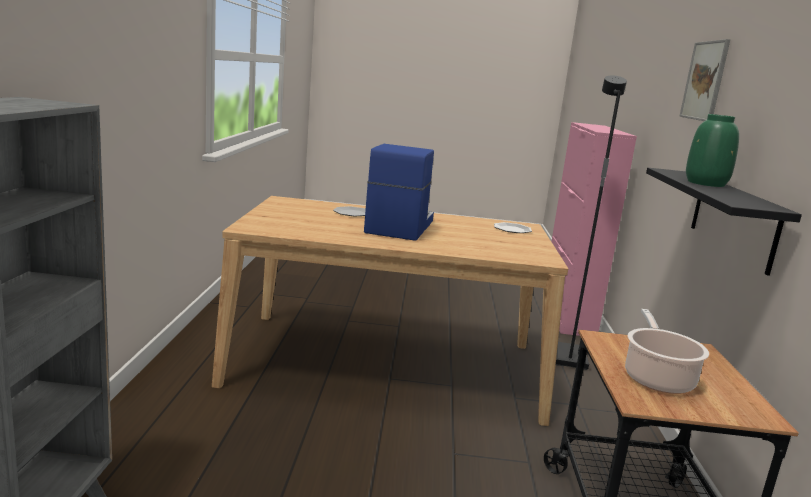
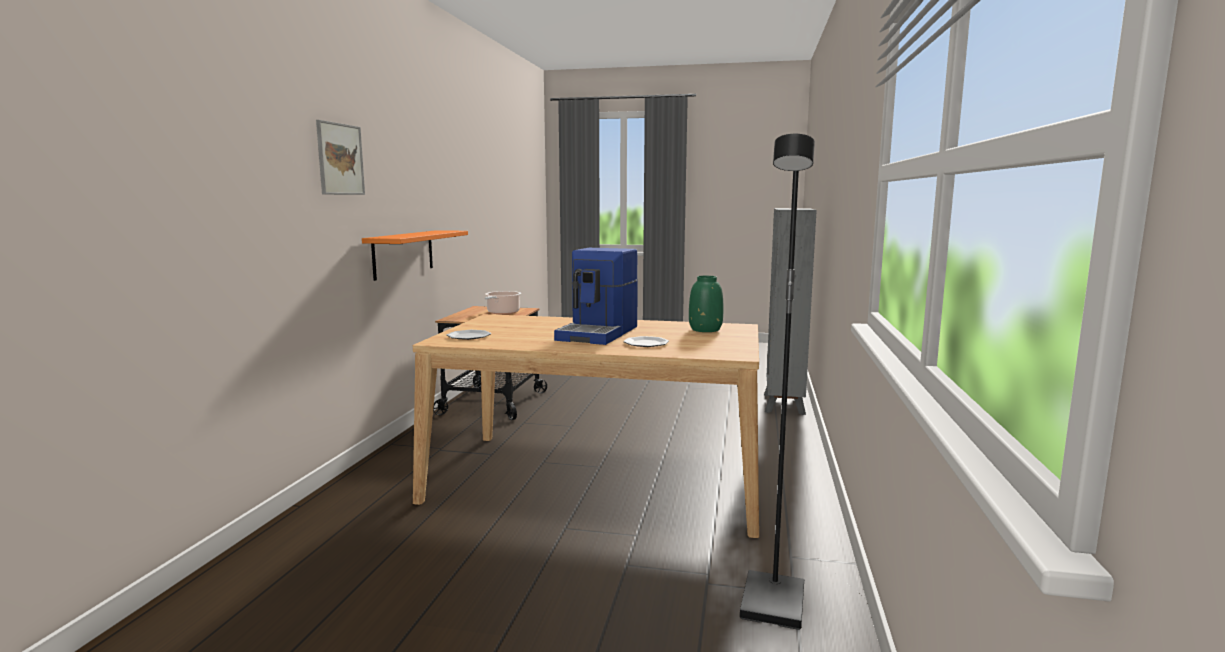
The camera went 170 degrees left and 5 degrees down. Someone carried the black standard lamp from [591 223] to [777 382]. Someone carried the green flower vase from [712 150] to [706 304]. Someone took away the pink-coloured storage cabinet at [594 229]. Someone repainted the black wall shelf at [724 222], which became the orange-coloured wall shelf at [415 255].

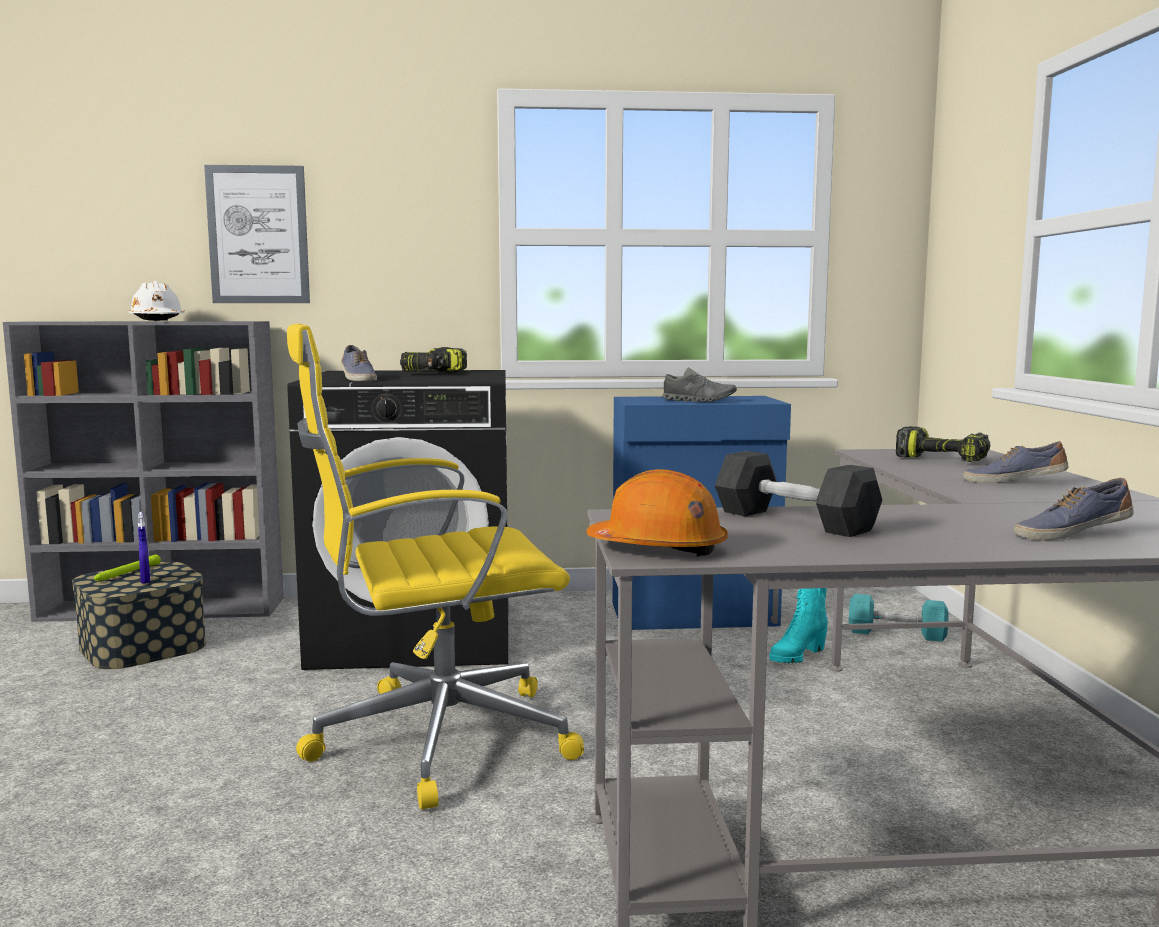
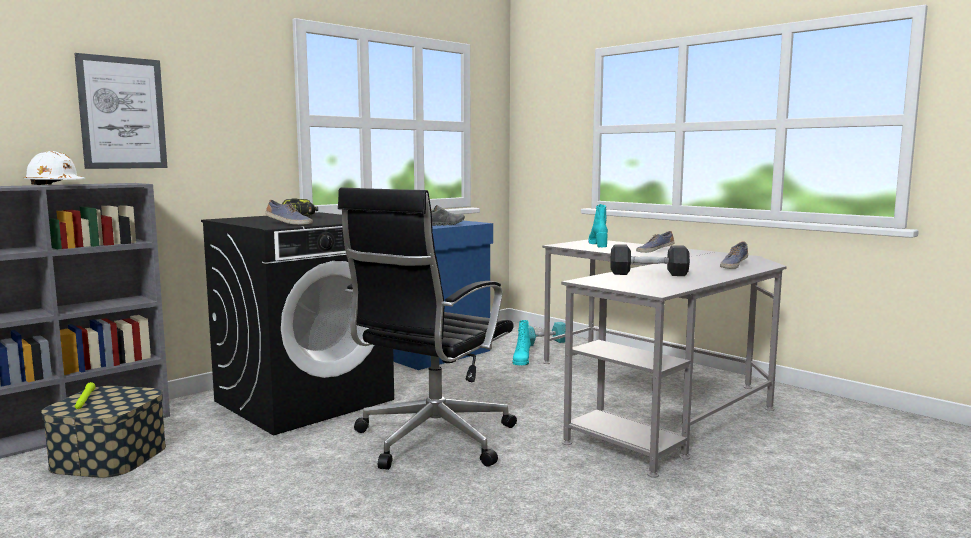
The camera went 40 degrees left and 0 degrees up. Someone repainted the yellow computer chair at [435 566], which became the black computer chair at [427 328]. Someone swapped the power drill at [943 444] for the turquoise-coloured high-top boot at [598 226]. Someone took away the orange-coloured work helmet at [657 513]. Someone took away the bluish sprayer at [144 548].

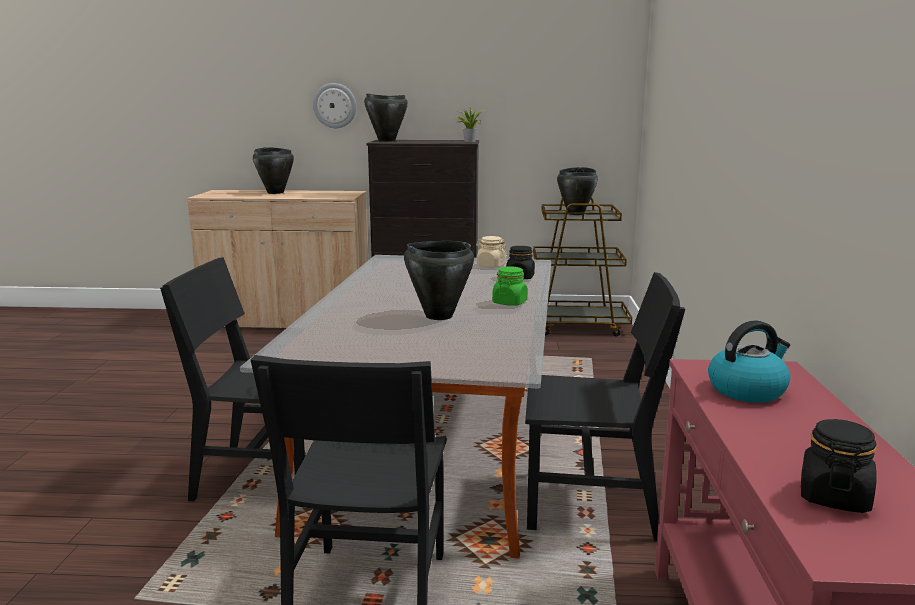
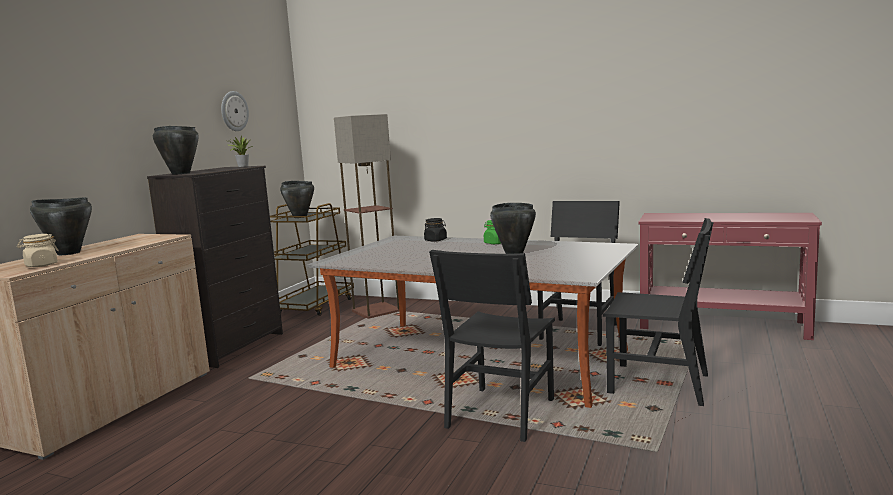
The camera went 70 degrees left and 5 degrees down. Someone carried the clock on the wall from [334 105] to [235 111]. Someone carried the beige preserve jar from [491 252] to [38 250]. Someone took away the tea kettle at [749 361]. Someone took away the black preserve jar at [839 466]. Someone put down the standard lamp at [366 216].

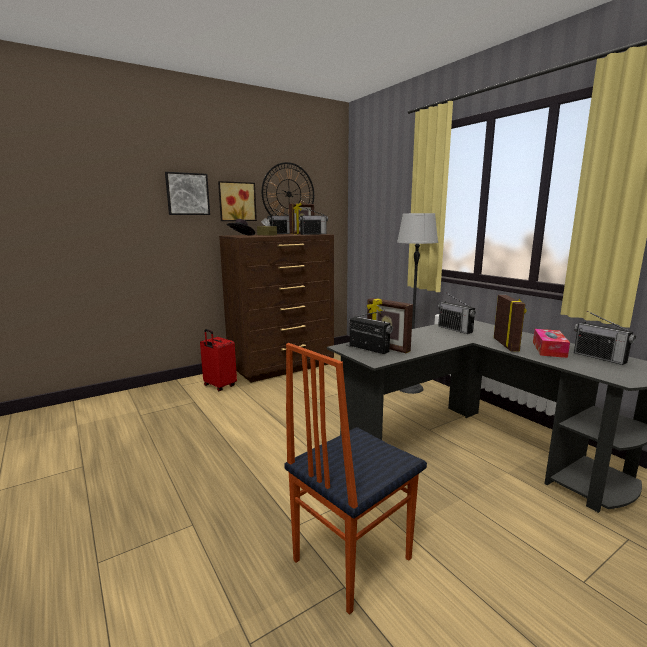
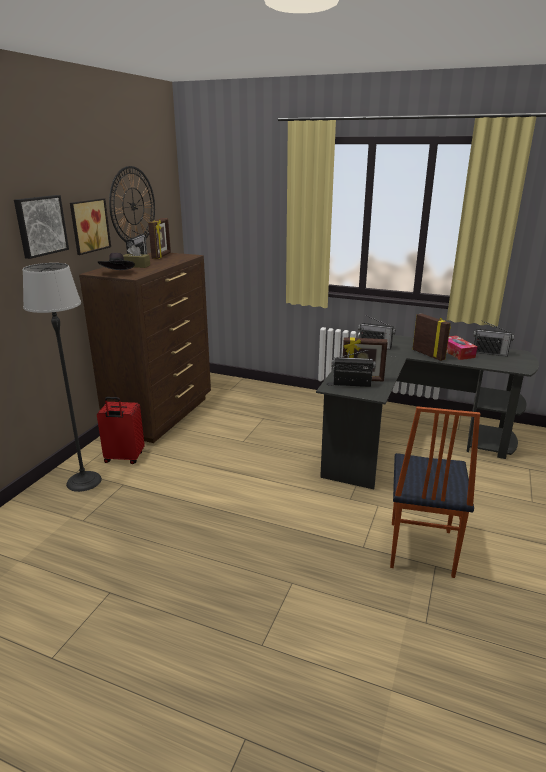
The camera went 35 degrees left and 10 degrees up. Someone took away the radio at [313 221]. Someone carried the standard lamp from [417 303] to [62 377].

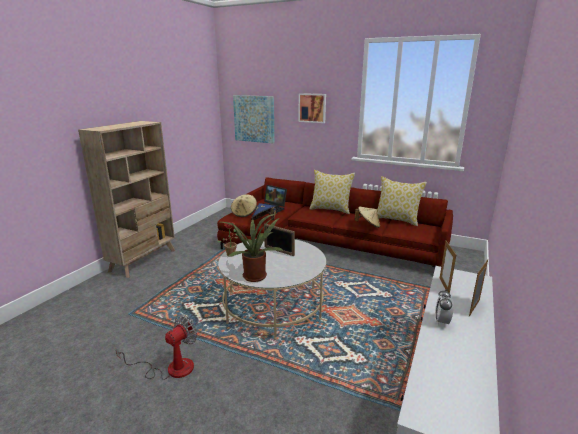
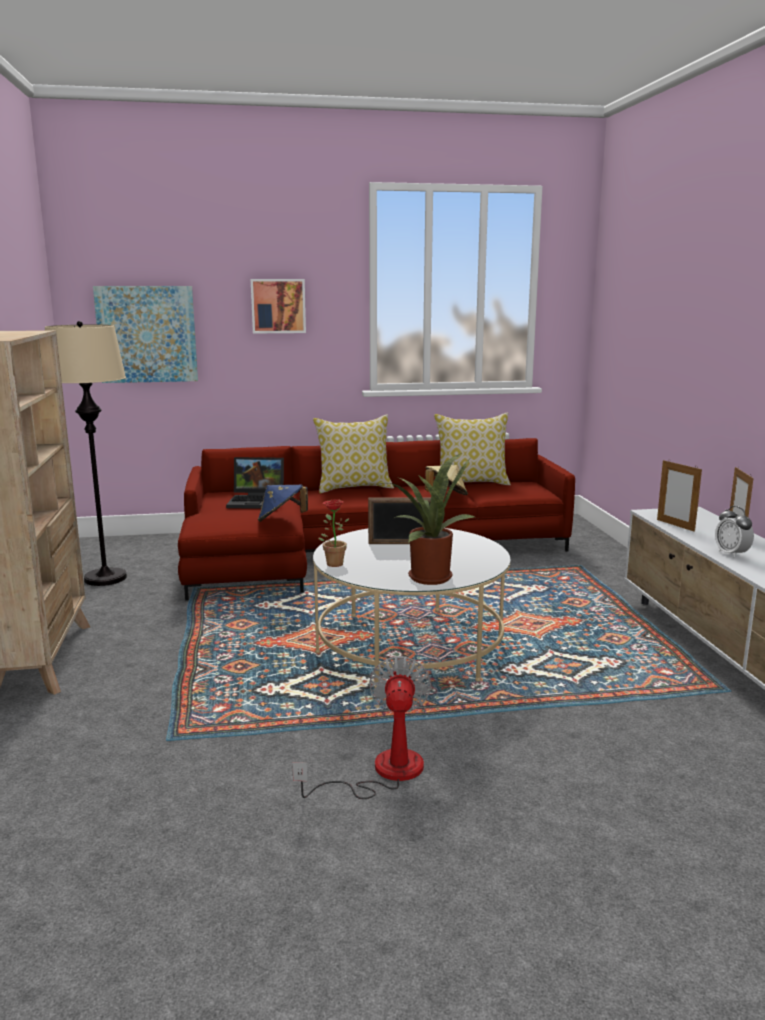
The camera went 35 degrees left and 5 degrees down. Someone took away the beige hat at [244 205]. Someone put down the beige standard lamp at [86 453].

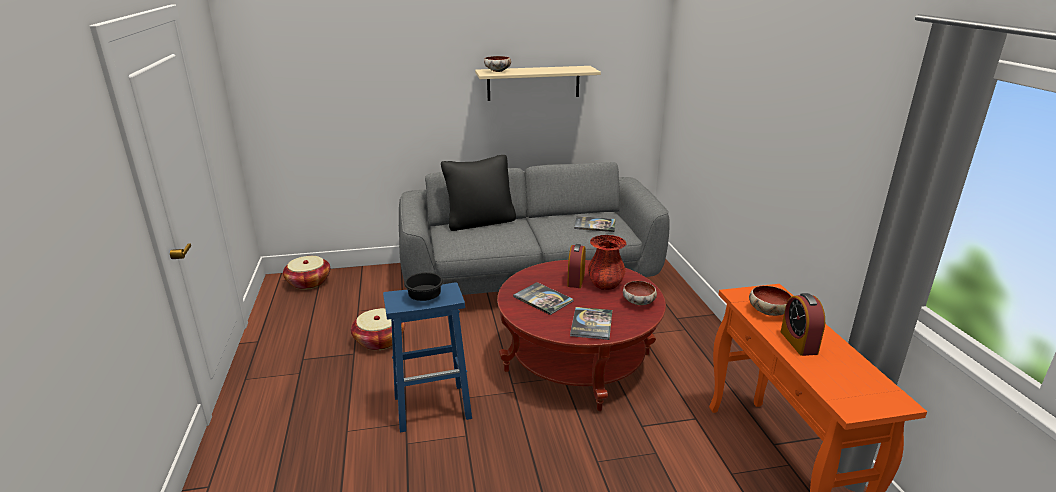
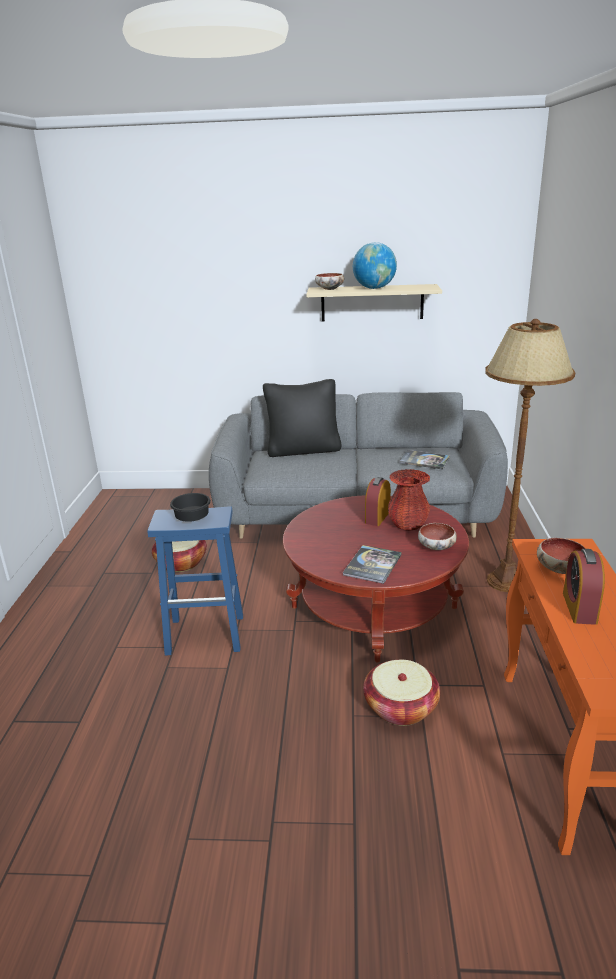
The camera went 15 degrees right and 0 degrees up. Someone carried the basket from [306 273] to [401 693]. Someone took away the bound book at [543 298]. Someone put down the globe at [375 265]. Someone put down the brownish standard lamp at [530 455].

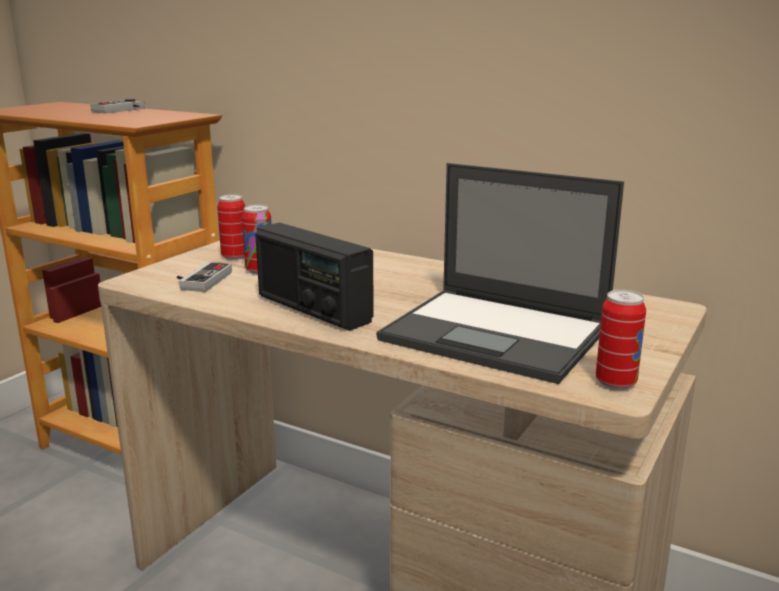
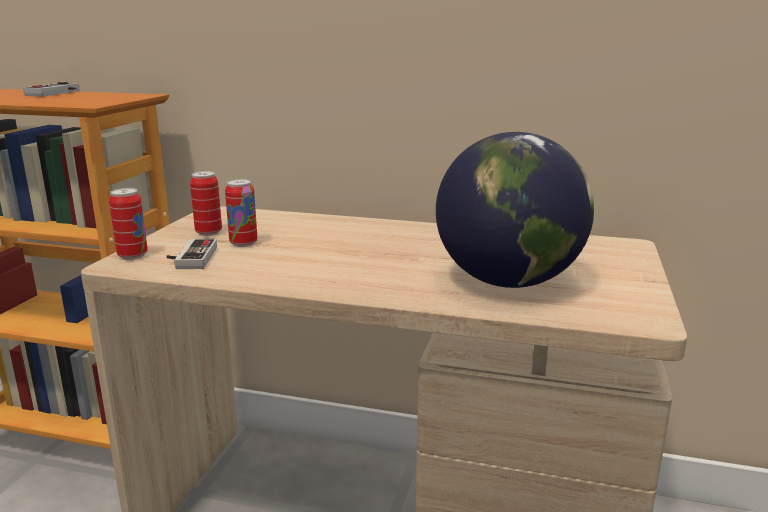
The camera went 15 degrees left and 0 degrees up. Someone swapped the notebook computer at [500 273] for the globe at [515 210]. Someone took away the radio at [314 277]. Someone carried the can from [621 340] to [128 224].

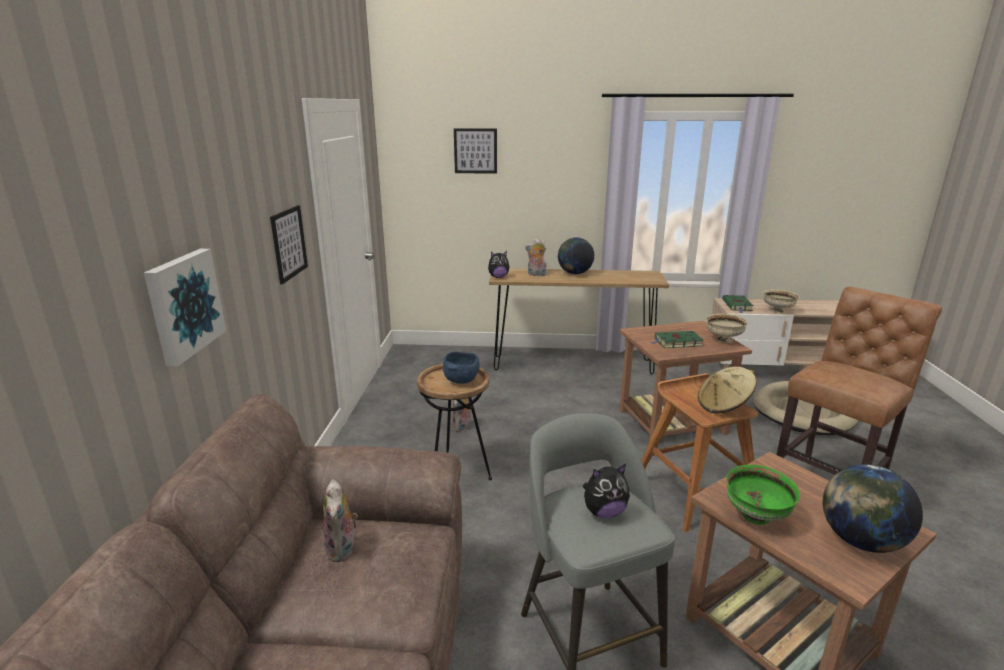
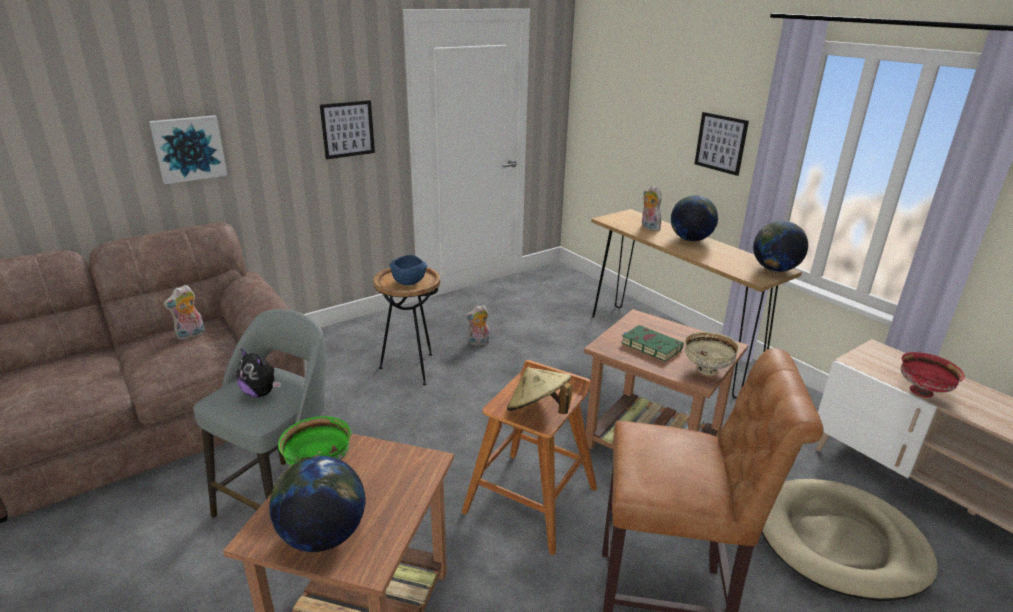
The camera went 50 degrees right and 5 degrees up. Someone carried the wall art from [475 151] to [721 144]. Someone took away the plush toy at [498 264]. Someone repainted the beige bowl at [781 301], which became the red bowl at [933 375]. Someone took away the green bound book at [737 304]. Someone put down the globe at [780 246].

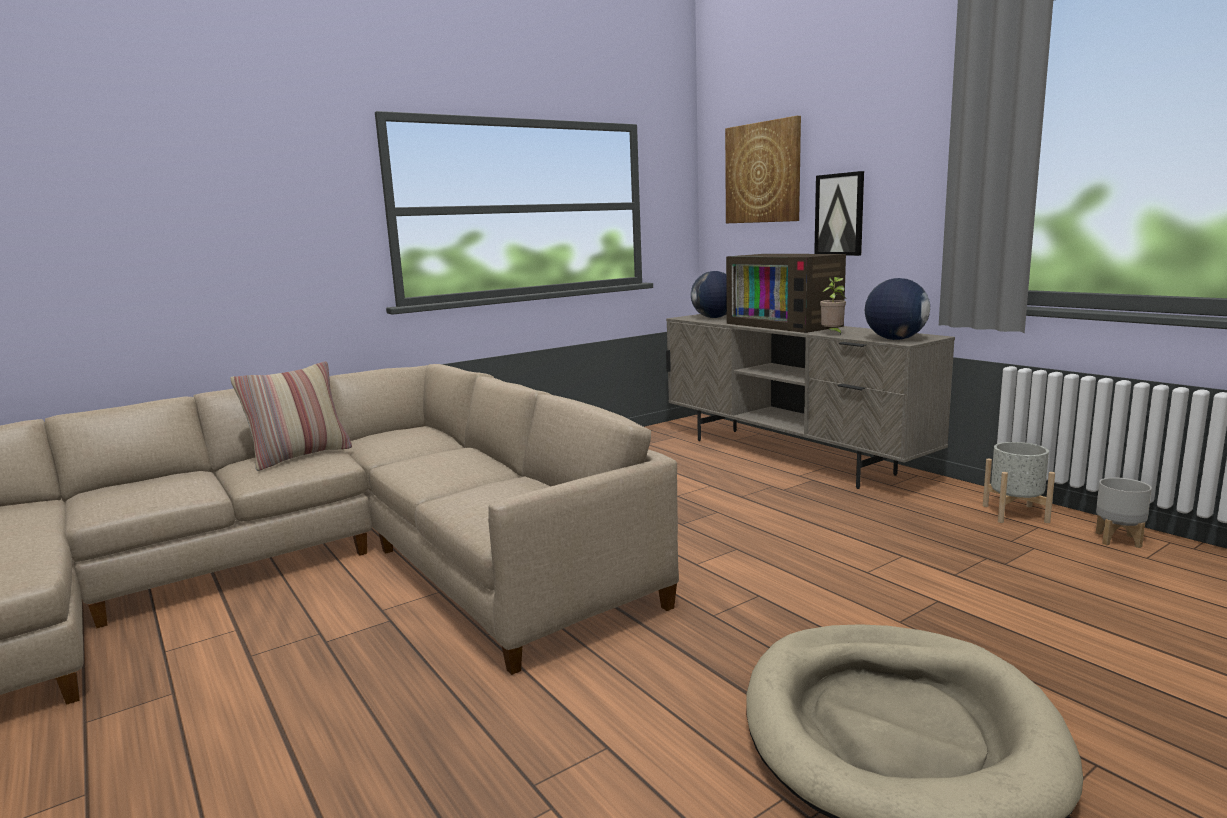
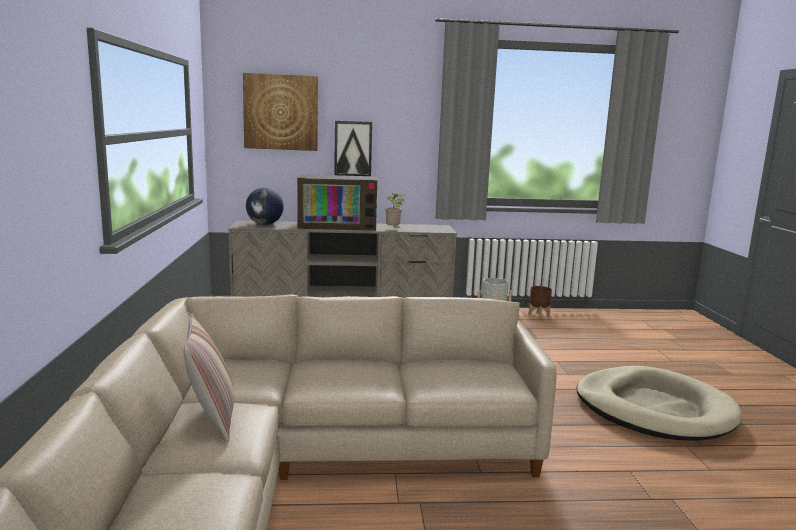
The camera went 60 degrees left and 0 degrees up. Someone took away the globe at [897 309]. Someone repainted the greyish planter at [1124 512], which became the brownish planter at [540 302].

